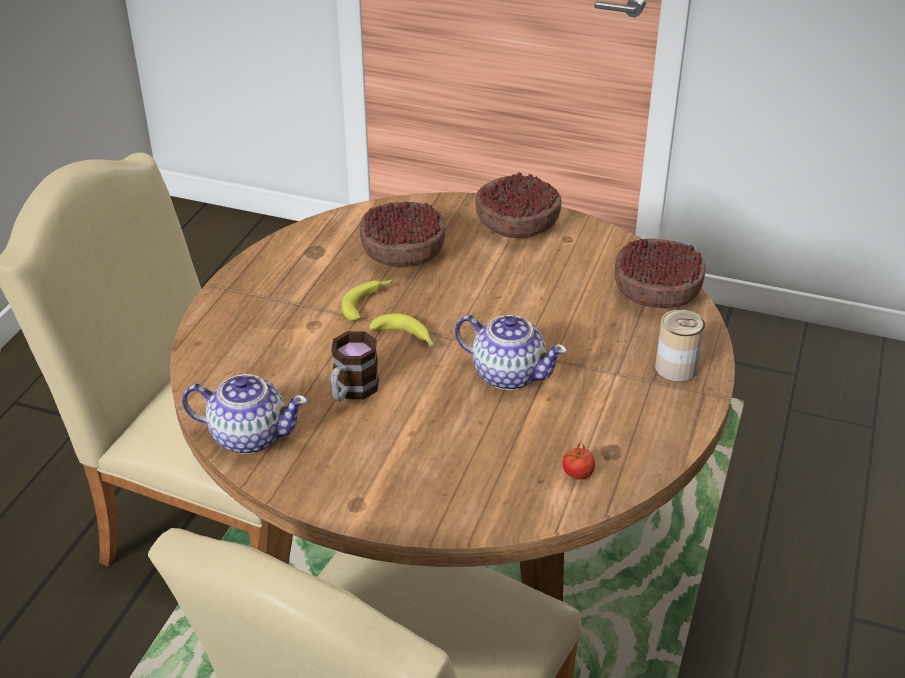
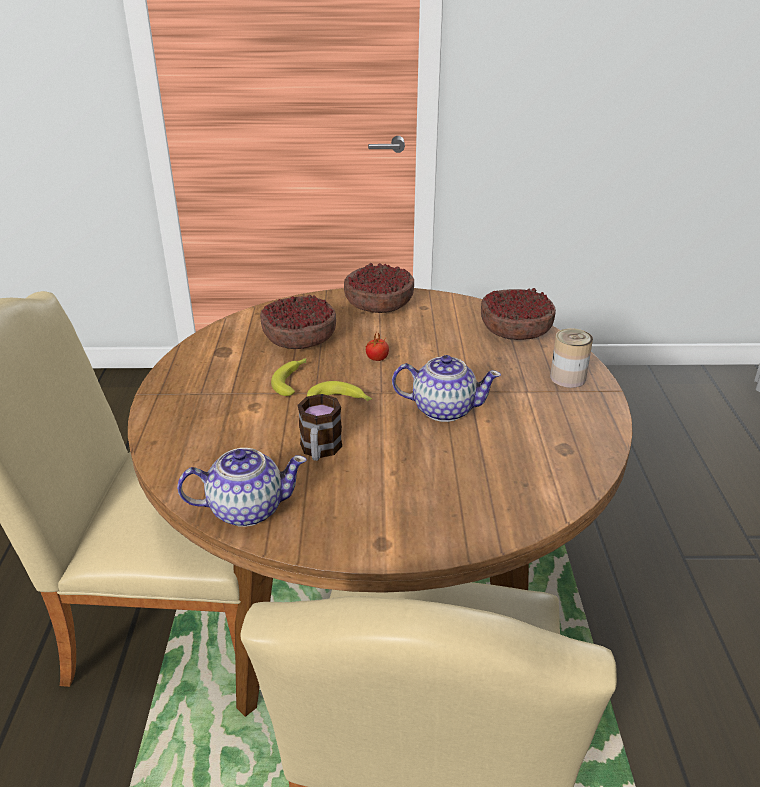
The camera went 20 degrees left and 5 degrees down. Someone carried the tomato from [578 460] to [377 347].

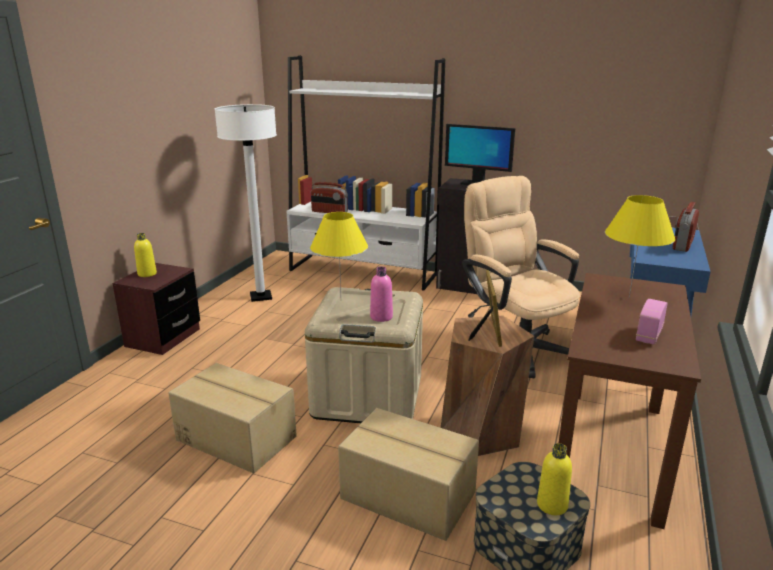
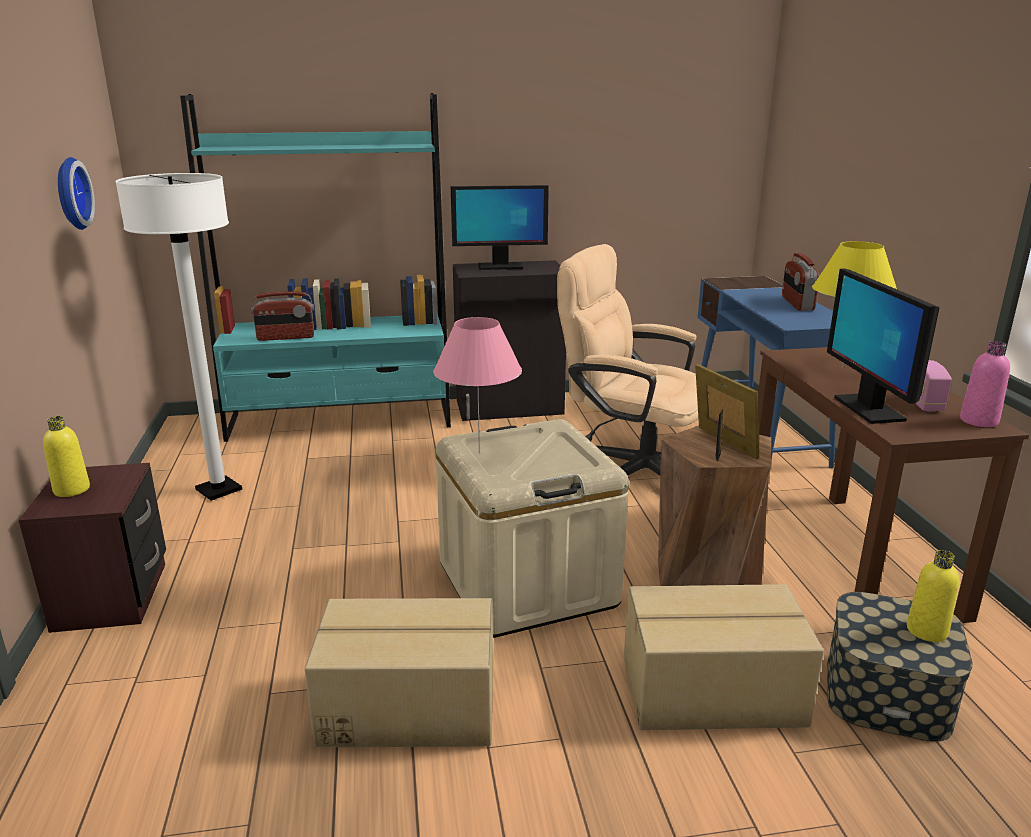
The camera went 30 degrees left and 0 degrees up. Someone repainted the white bookshelf at [365 173], which became the turquoise-coloured bookshelf at [315 267]. Someone repainted the yellow table lamp at [339 253], which became the pink-coloured table lamp at [477 385]. Someone carried the pink-coloured beverage bottle from [381 294] to [985 384]. Someone put up the clock on the wall at [76 193]. Someone put down the computer display at [883 346].

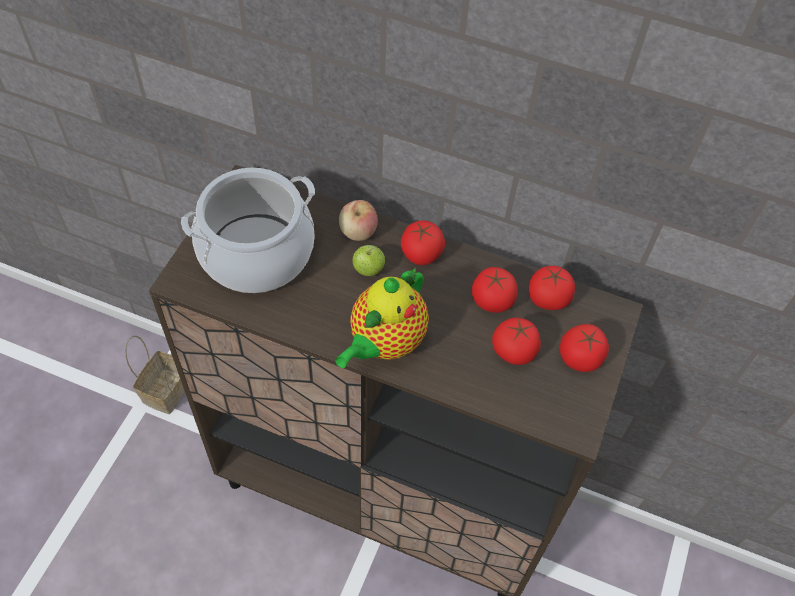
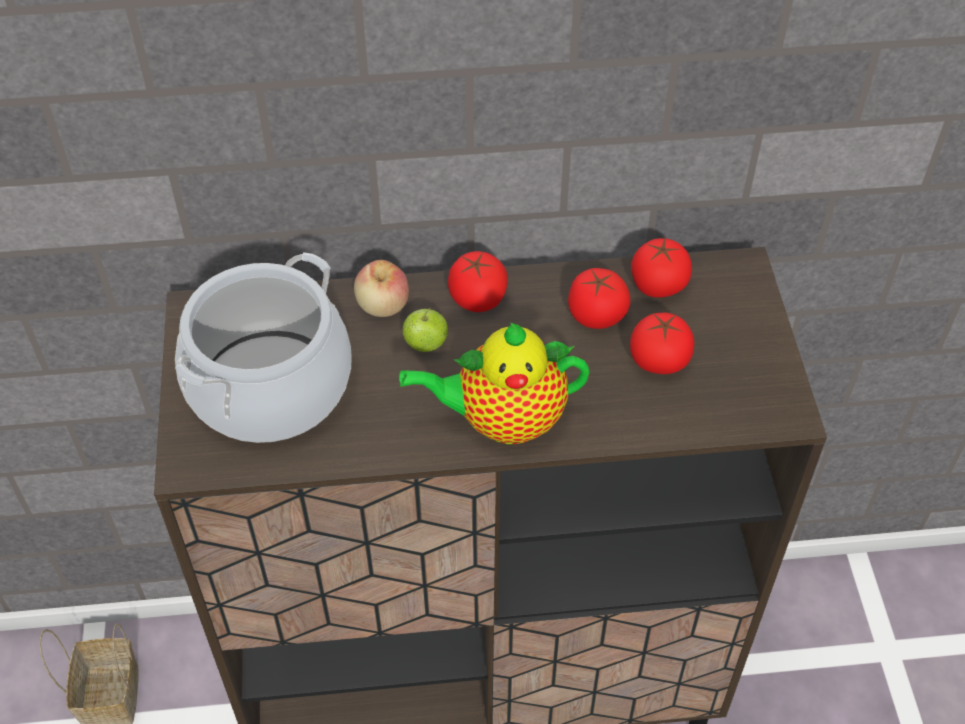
The camera went 25 degrees left and 5 degrees down. Someone rotated the teapot at [382 317] by 75 degrees clockwise. Someone took away the tomato at [584 348].

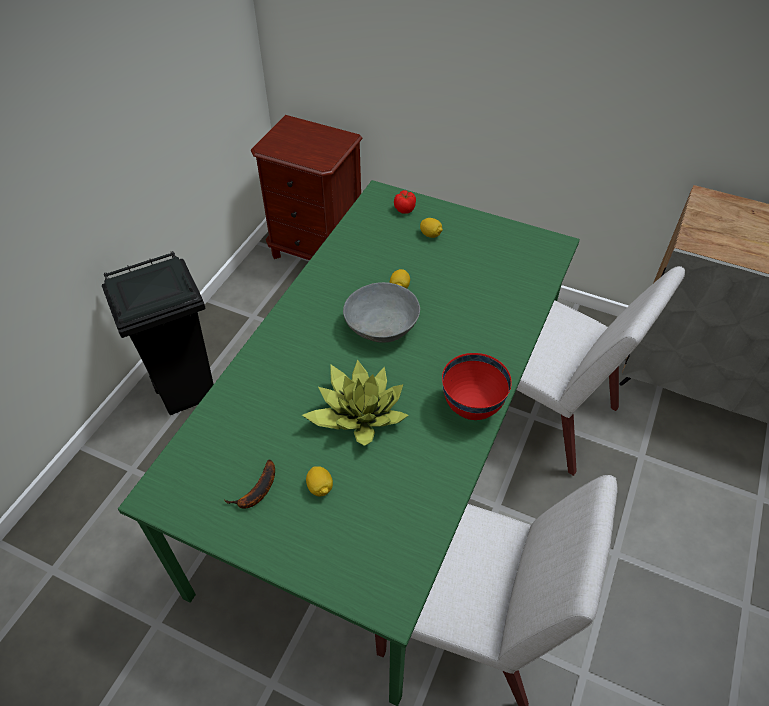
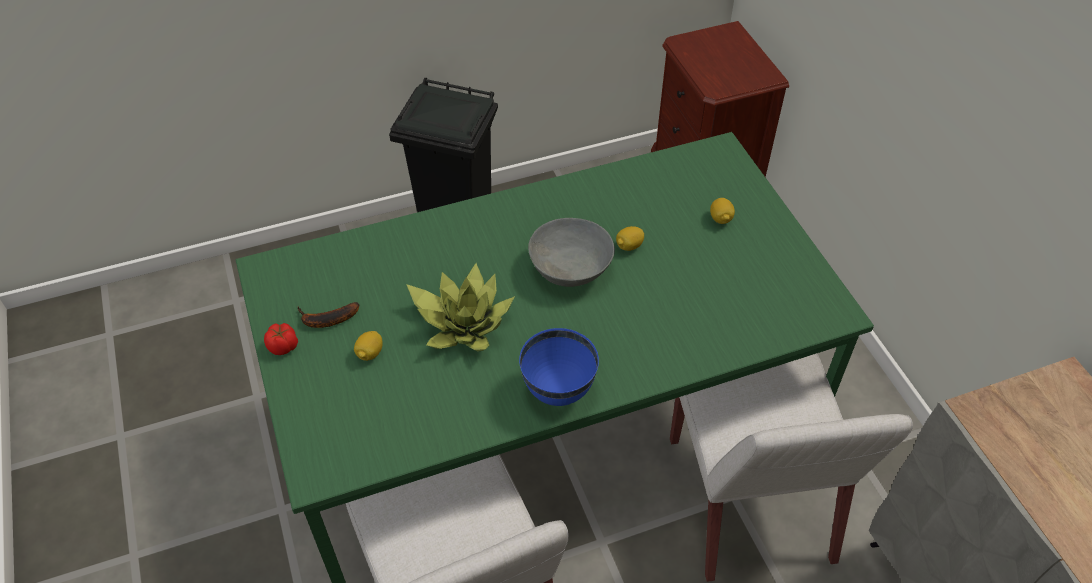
The camera went 45 degrees right and 0 degrees up. Someone carried the tomato from [405 202] to [281 339]. Someone repainted the red bowl at [477 386], which became the bluish bowl at [559 367].

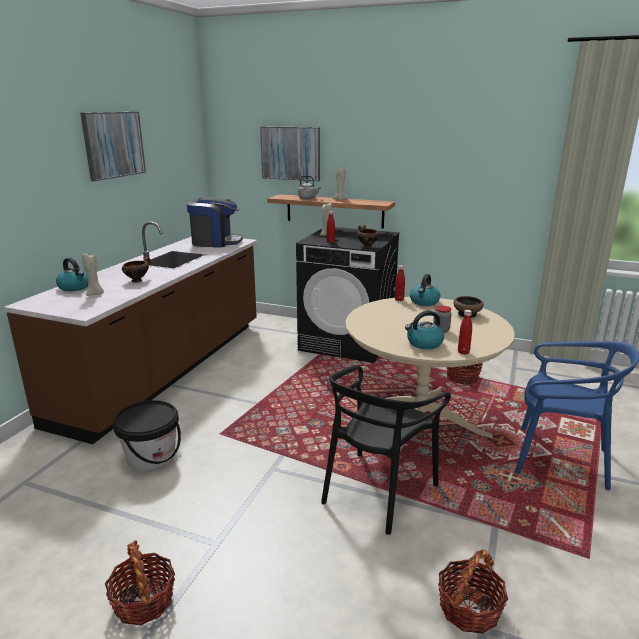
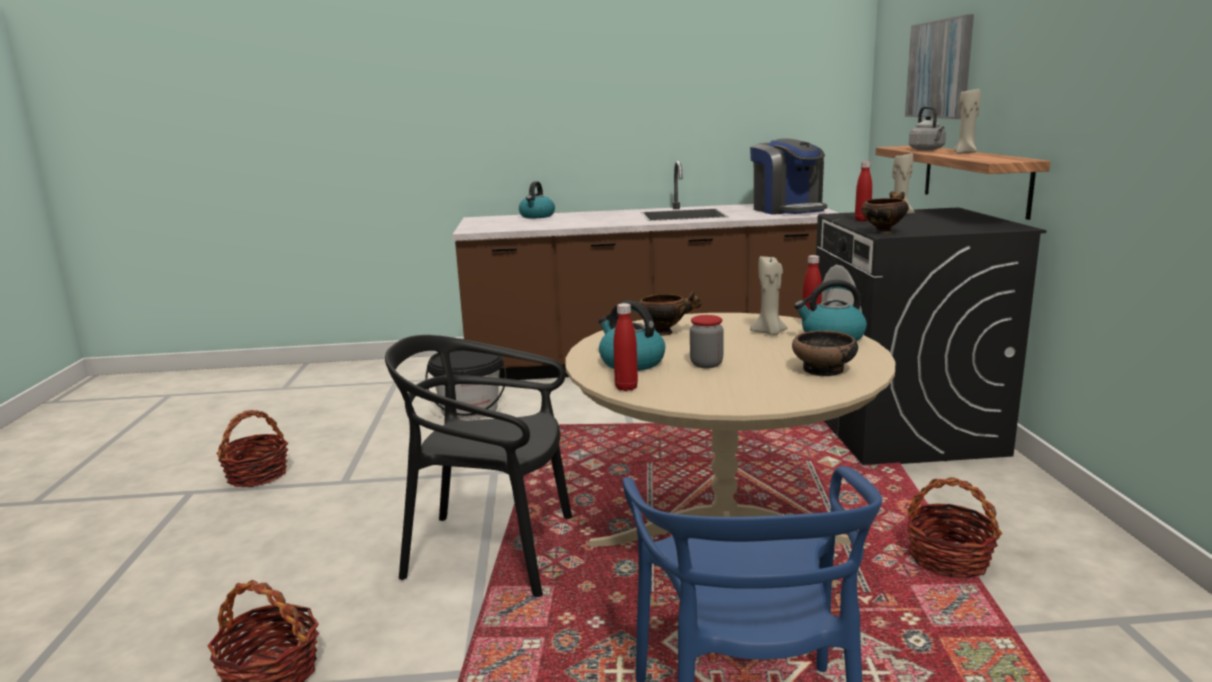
The camera went 65 degrees right and 5 degrees down. Someone took away the wall art at [113 146]. Someone carried the beige wax candle from [93 274] to [769 295]. Someone carried the bowl from [136 269] to [670 313].

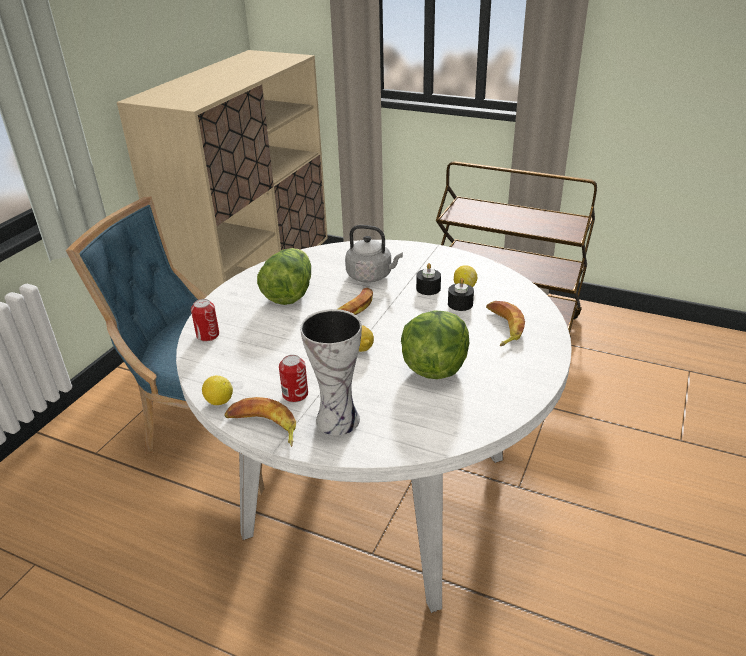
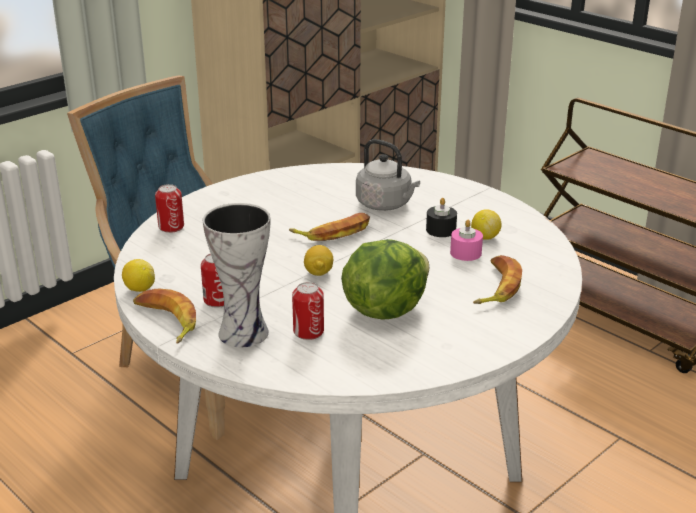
The camera went 20 degrees right and 5 degrees down. Someone took away the lettuce head at [284 276]. Someone repainted the black wax candle at [461 294], which became the pink-coloured wax candle at [466 240]. Someone put down the can at [308 311].

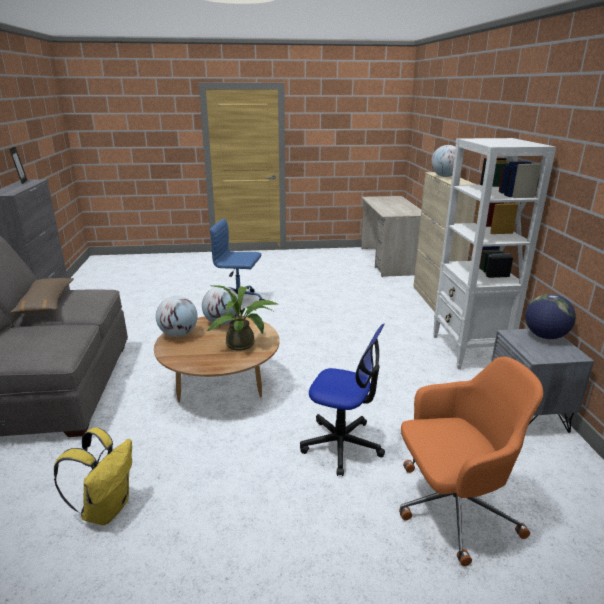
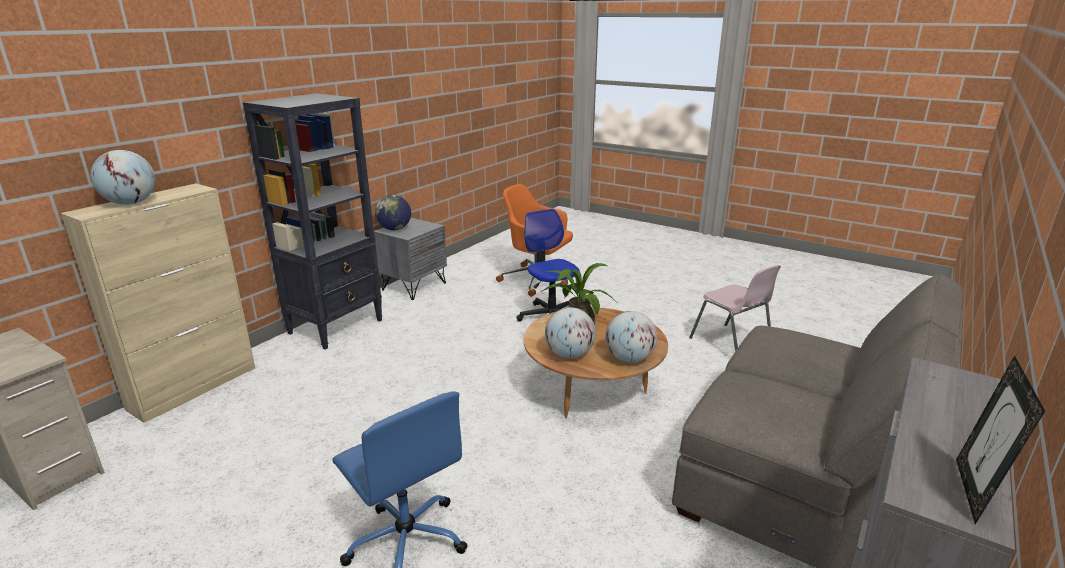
The camera went 140 degrees left and 0 degrees up. Someone repainted the white bookshelf at [494 253], which became the black bookshelf at [312 221]. Someone took away the brownish pillow at [42 296]. Someone swapped the yellow rucksack at [93 476] for the pink-coloured chair at [735 308].

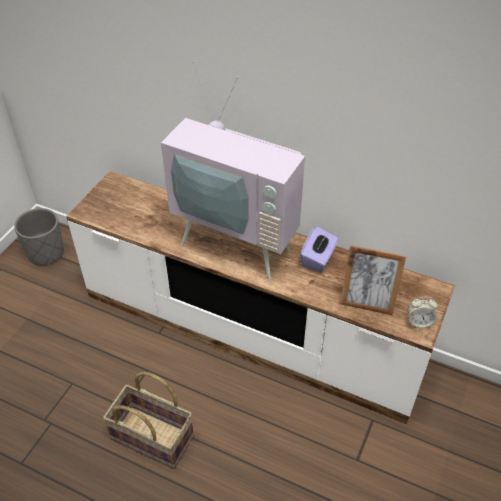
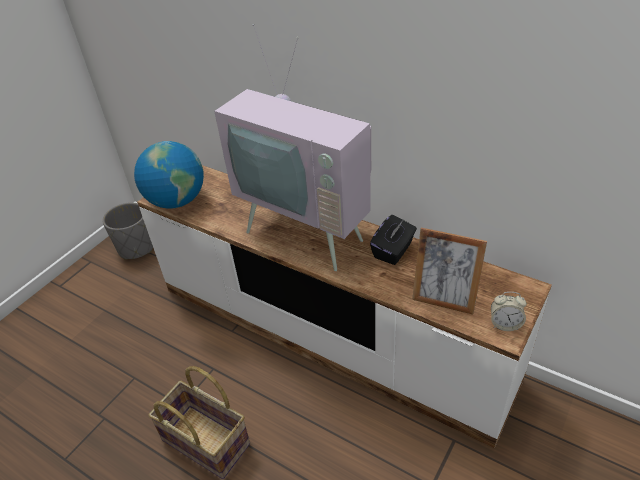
The camera went 10 degrees right and 5 degrees down. Someone repainted the purplish tissue box at [319 249], which became the black tissue box at [393 240]. Someone put down the globe at [169 175].

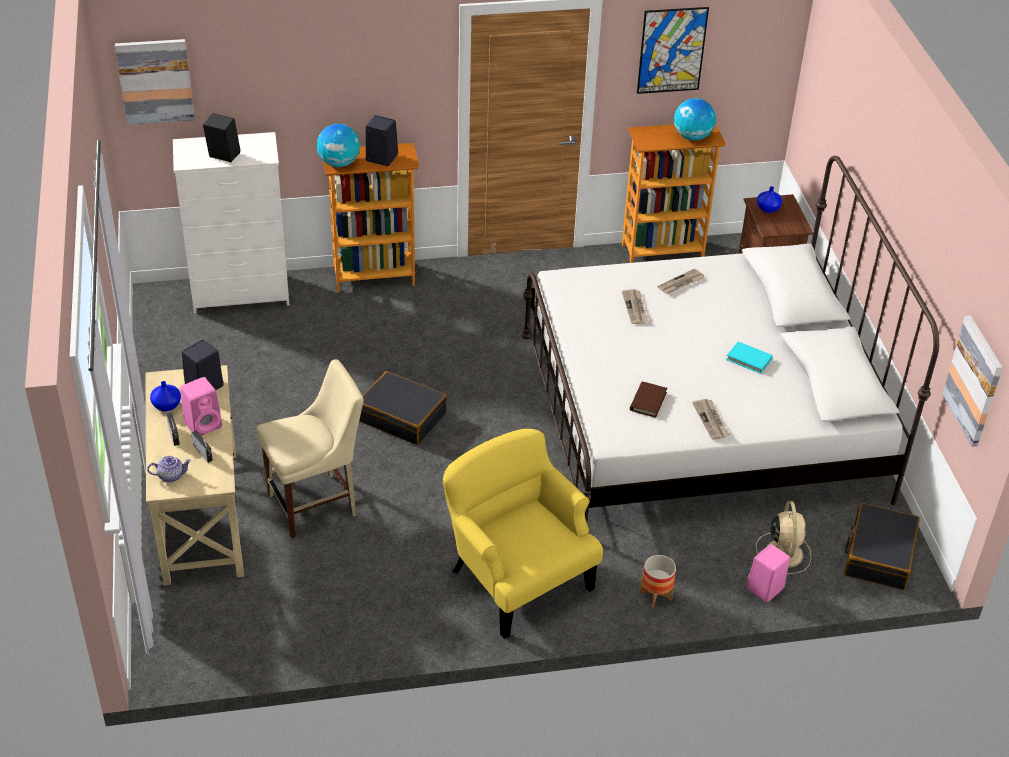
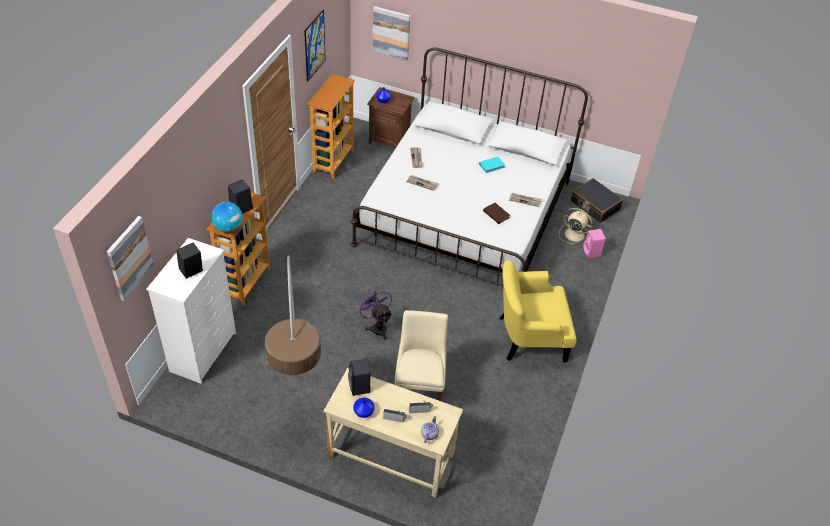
The camera went 60 degrees left and 5 degrees up. Someone took away the globe at [695 119]. Someone carried the wall art from [972 381] to [391 33]. Someone swapped the black suitcase at [403 408] for the purplish electric fan at [374 313]. Someone took away the pink-coloured audio speaker at [201 406]. Someone took away the planter at [658 581]. Someone put down the standard lamp at [293 315].

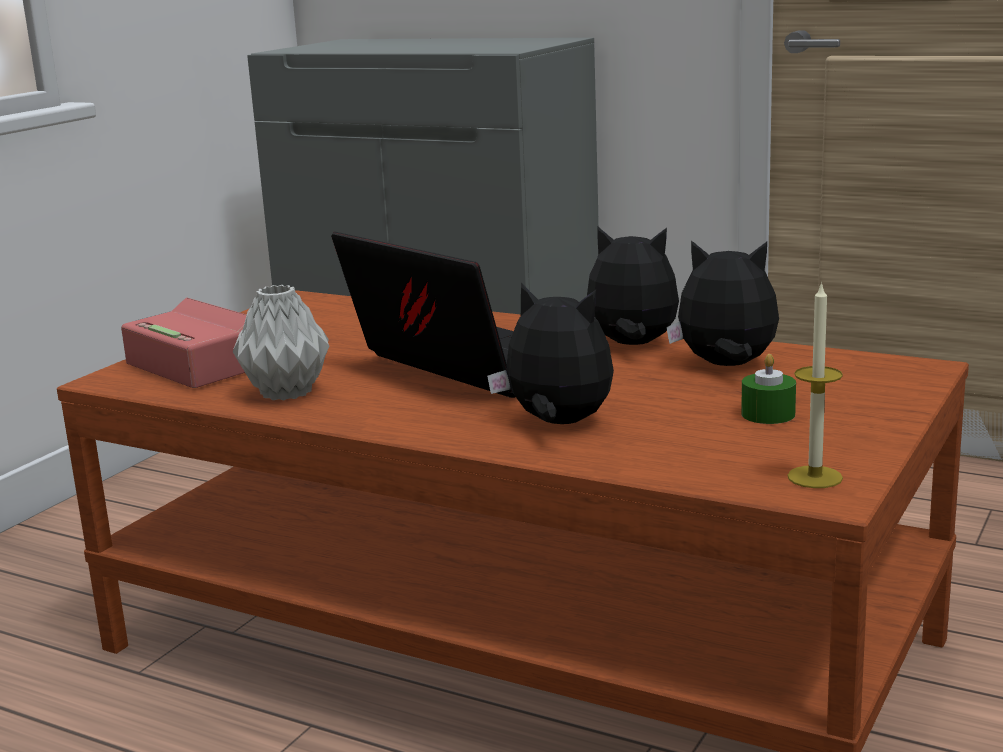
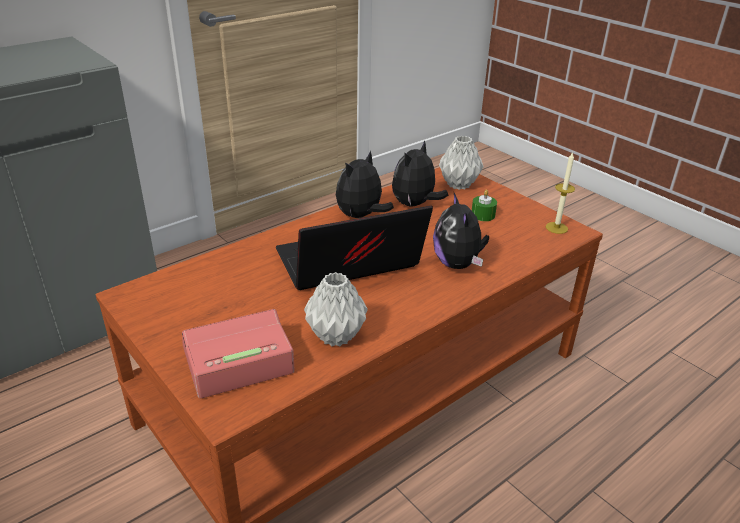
The camera went 70 degrees left and 15 degrees up. Someone rotated the plush toy at [550 353] by 60 degrees counterclockwise. Someone put down the greyish flower vase at [461 163].

